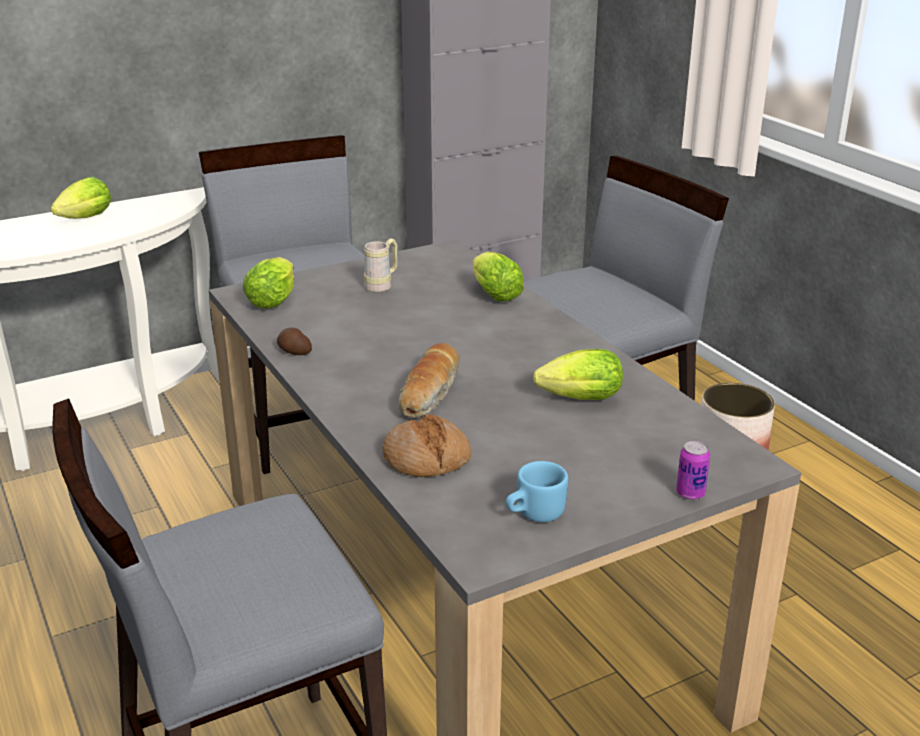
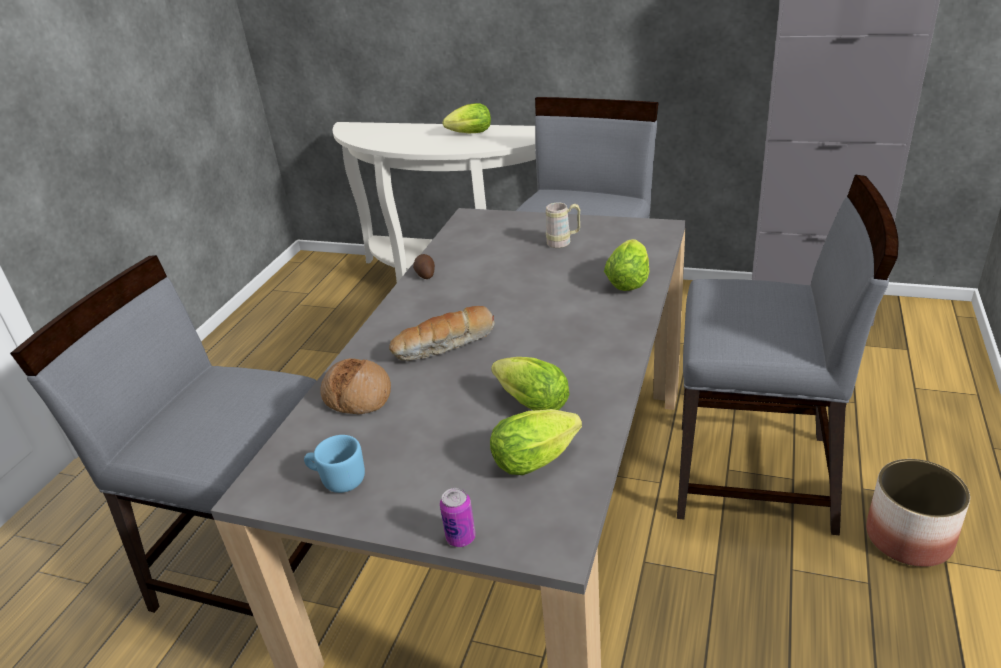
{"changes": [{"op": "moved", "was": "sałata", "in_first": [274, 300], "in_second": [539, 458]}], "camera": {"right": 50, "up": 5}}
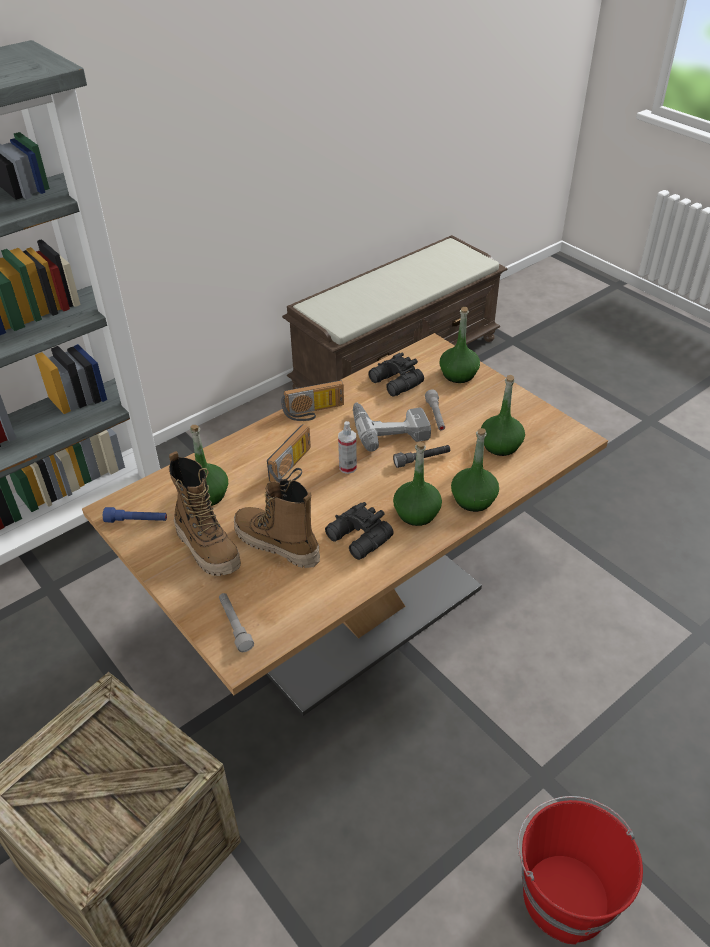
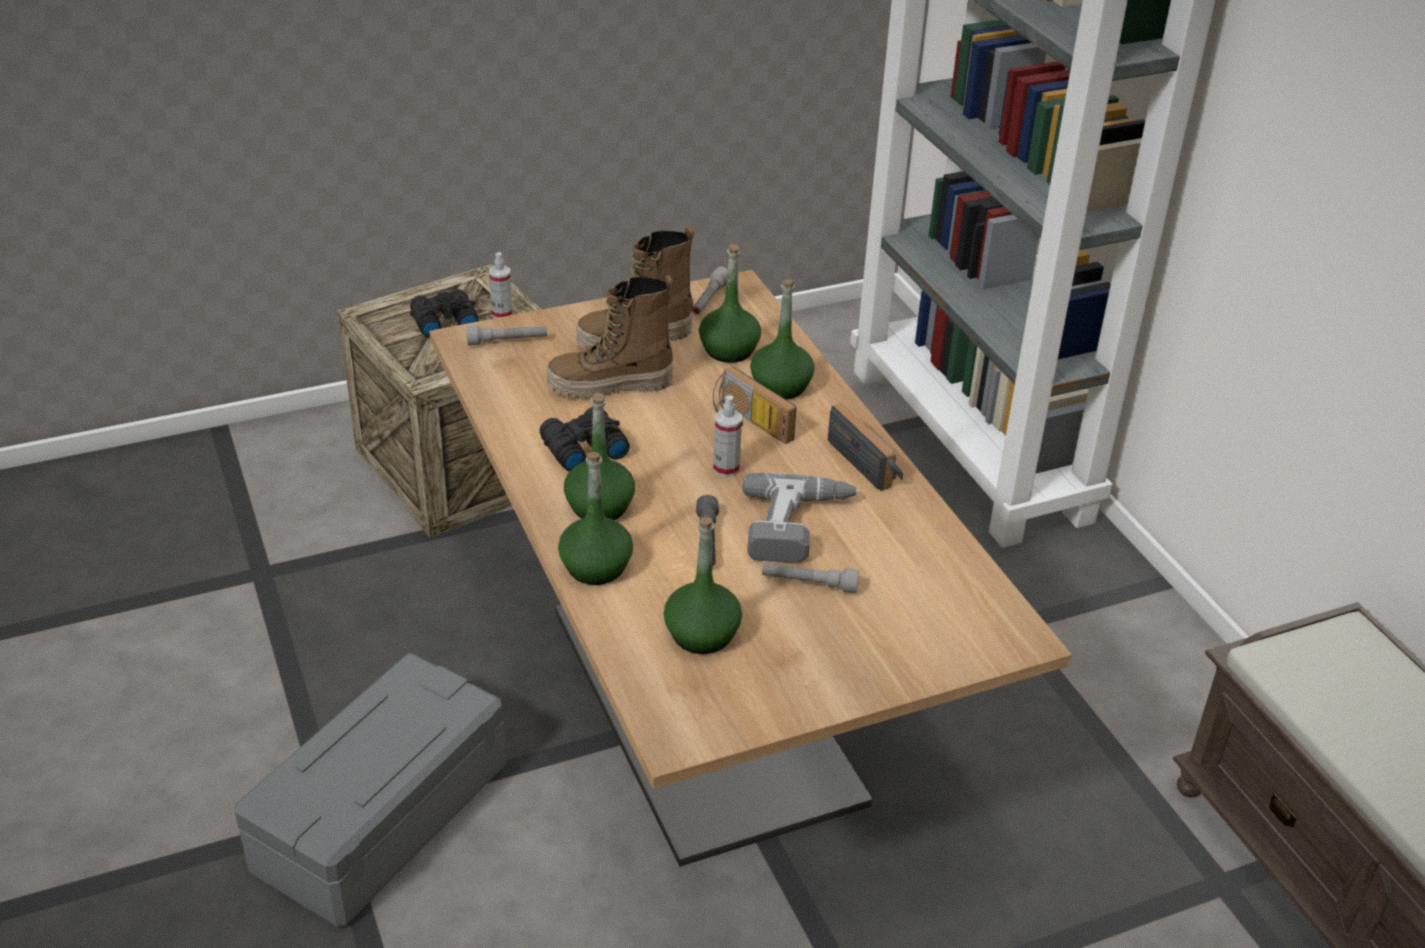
{"changes": [{"op": "recoloured", "was": "latarka (niebieski)", "now": "latarka (szary)", "in_first": [136, 521], "in_second": [709, 300]}, {"op": "turned", "was": "but z cholewką", "in_first": [276, 545], "in_second": [610, 386], "clockwise": -150}, {"op": "turned", "was": "radio", "in_first": [314, 412], "in_second": [868, 463], "clockwise": 150}, {"op": "moved", "was": "lornetka (czarny)", "in_first": [395, 383], "in_second": [443, 321]}, {"op": "moved", "was": "butelka (zielony)", "in_first": [458, 374], "in_second": [780, 386]}, {"op": "removed", "was": "wiadro (czerwony)", "in_first": [564, 895]}, {"op": "added", "now": "pojemnik do przechowywania (szary)", "in_second": [381, 814]}, {"op": "added", "now": "spryskiwacz", "in_second": [502, 314]}], "camera": {"right": 105, "up": -5}}
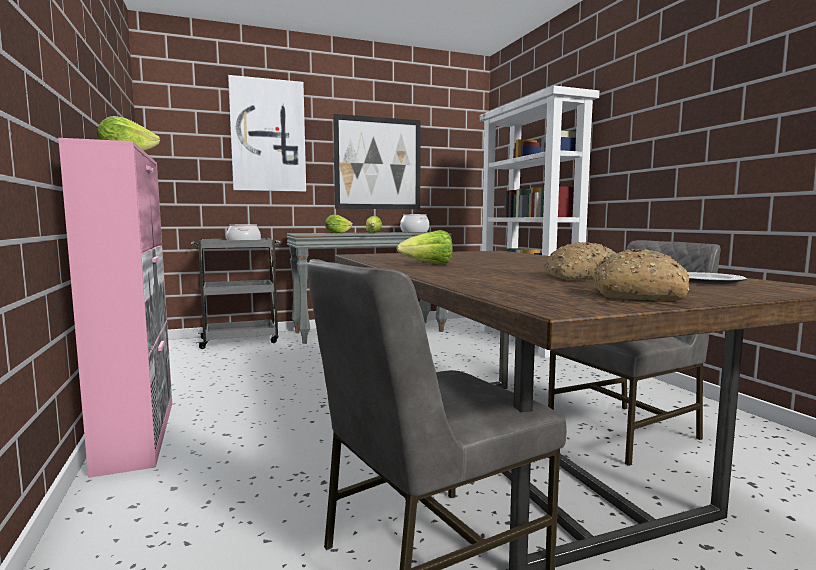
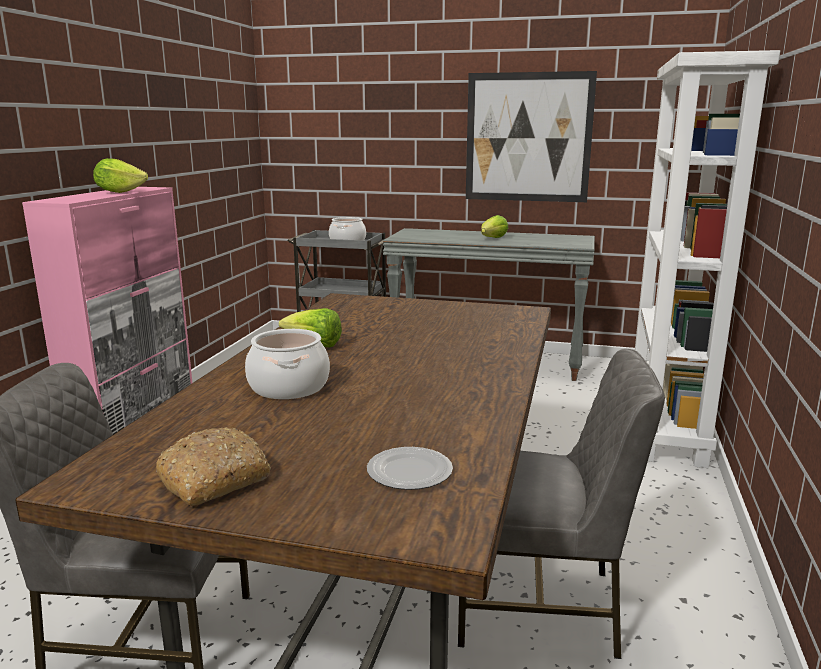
{"changes": [{"op": "removed", "was": "obraz", "in_first": [268, 136]}, {"op": "removed", "was": "sałata", "in_first": [337, 233]}, {"op": "moved", "was": "garnek", "in_first": [415, 232], "in_second": [289, 387]}, {"op": "removed", "was": "chleb", "in_first": [581, 277]}], "camera": {"right": 35, "up": 10}}
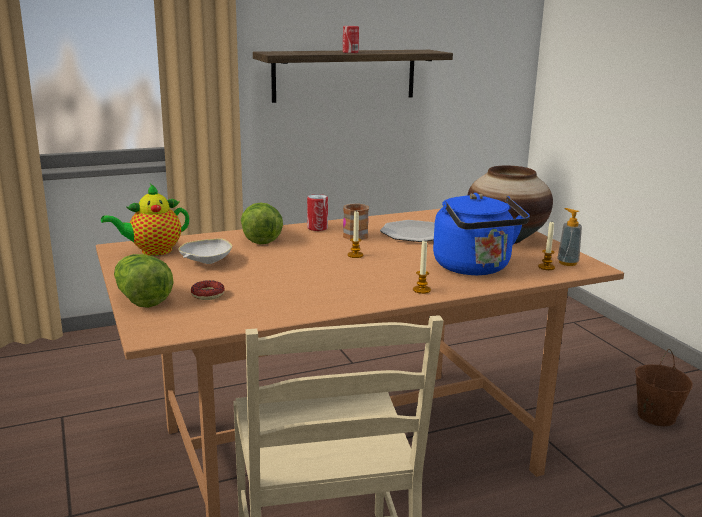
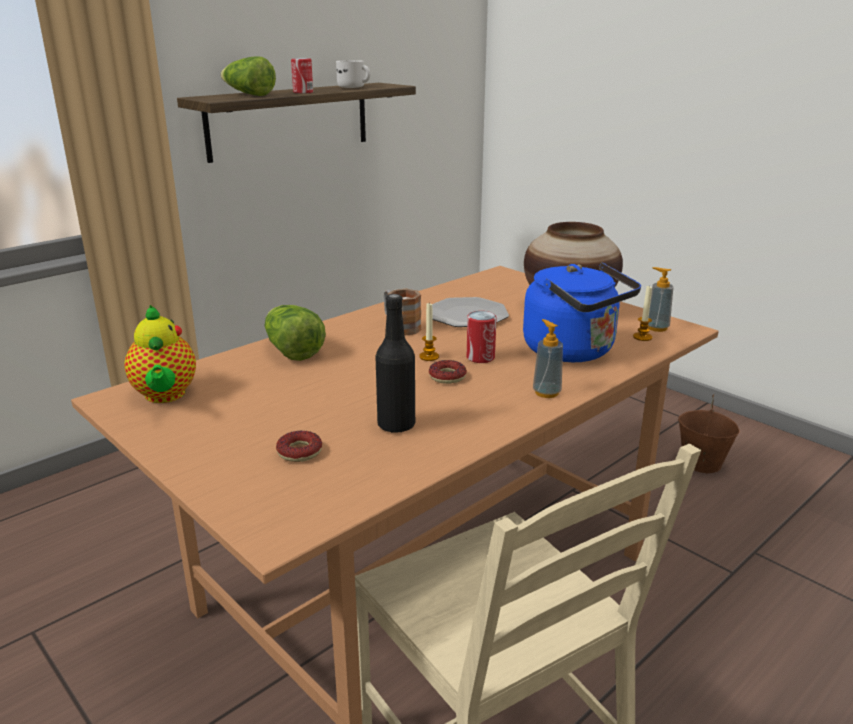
{"changes": [{"op": "turned", "was": "imbryk", "in_first": [152, 251], "in_second": [165, 396], "clockwise": -60}, {"op": "moved", "was": "sałata", "in_first": [141, 298], "in_second": [248, 95]}, {"op": "removed", "was": "miska (biały)", "in_first": [206, 262]}, {"op": "moved", "was": "puszka", "in_first": [317, 228], "in_second": [480, 357]}, {"op": "replaced", "was": "świeca", "now": "dozownik mydła", "in_first": [421, 290], "in_second": [546, 392]}, {"op": "added", "now": "kubek (biały)", "in_second": [354, 87]}, {"op": "added", "now": "butelka (czarny)", "in_second": [396, 425]}, {"op": "added", "now": "donut", "in_second": [447, 377]}], "camera": {"right": -20, "up": 5}}
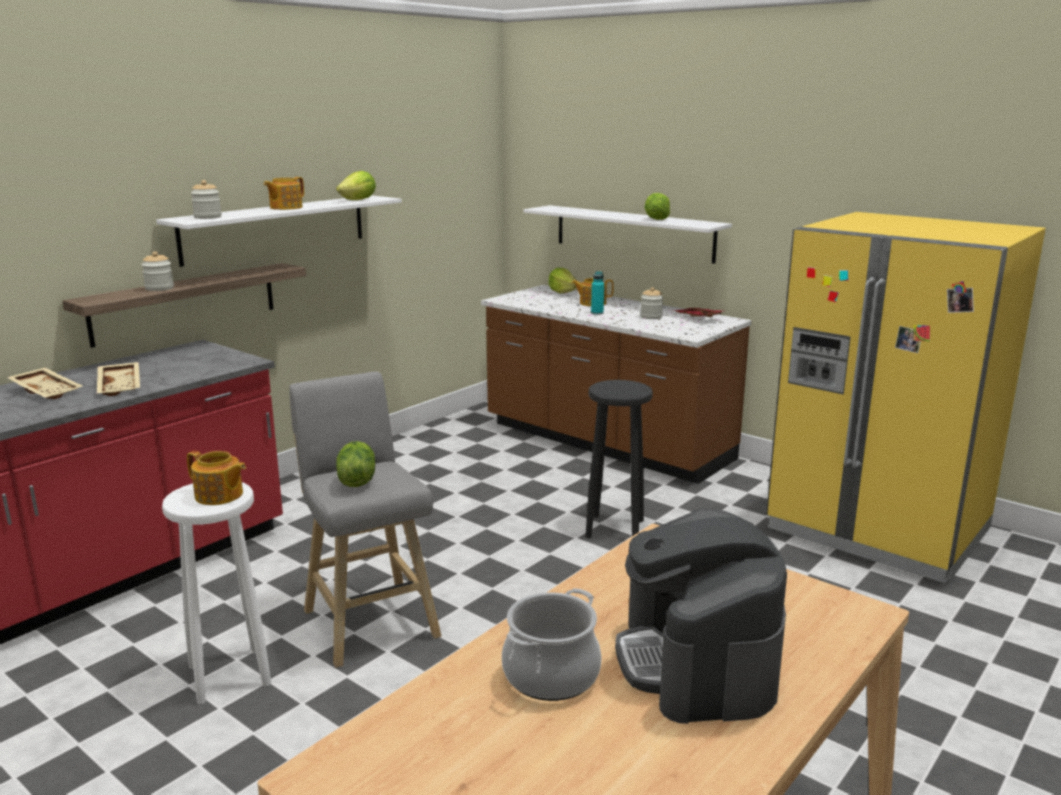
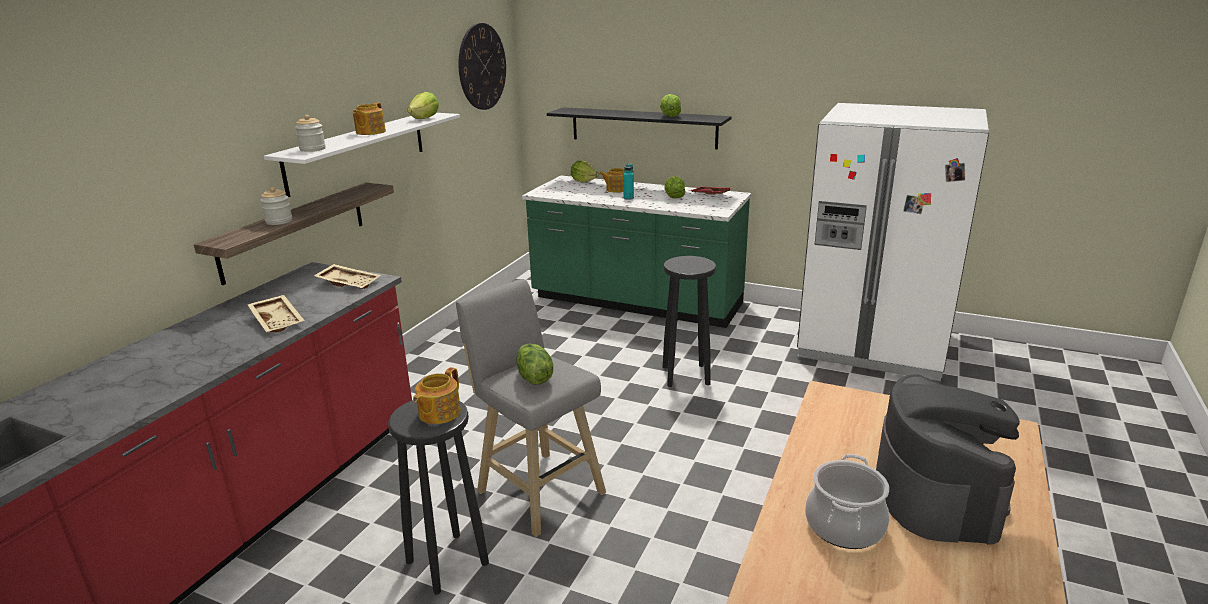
{"changes": [{"op": "moved", "was": "taca (beżowy)", "in_first": [48, 391], "in_second": [349, 283]}, {"op": "recoloured", "was": "stołek (biały)", "now": "stołek (czarny)", "in_first": [231, 674], "in_second": [448, 562]}, {"op": "turned", "was": "imbryk", "in_first": [219, 496], "in_second": [438, 413], "clockwise": 105}, {"op": "recoloured", "was": "zabudowa kuchenna (brązowy)", "now": "zabudowa kuchenna (zielony)", "in_first": [606, 442], "in_second": [636, 302]}, {"op": "recoloured", "was": "półka (biały)", "now": "półka (czarny)", "in_first": [633, 233], "in_second": [643, 127]}, {"op": "turned", "was": "ekspres do kawy", "in_first": [697, 663], "in_second": [936, 493], "clockwise": -150}, {"op": "replaced", "was": "słoik", "now": "sałata", "in_first": [651, 317], "in_second": [674, 197]}, {"op": "recoloured", "was": "lodówka (żółty)", "now": "lodówka (biały)", "in_first": [877, 529], "in_second": [872, 346]}, {"op": "added", "now": "zegar ścienny", "in_second": [482, 67]}], "camera": {"right": -15, "up": 5}}
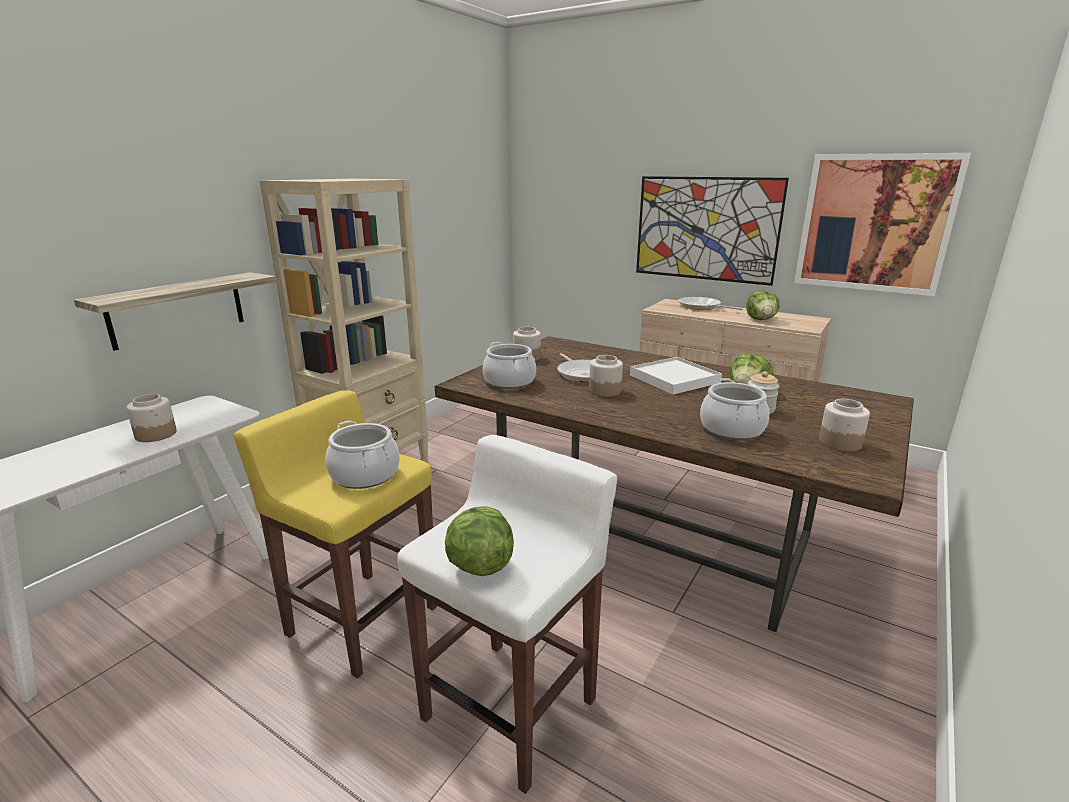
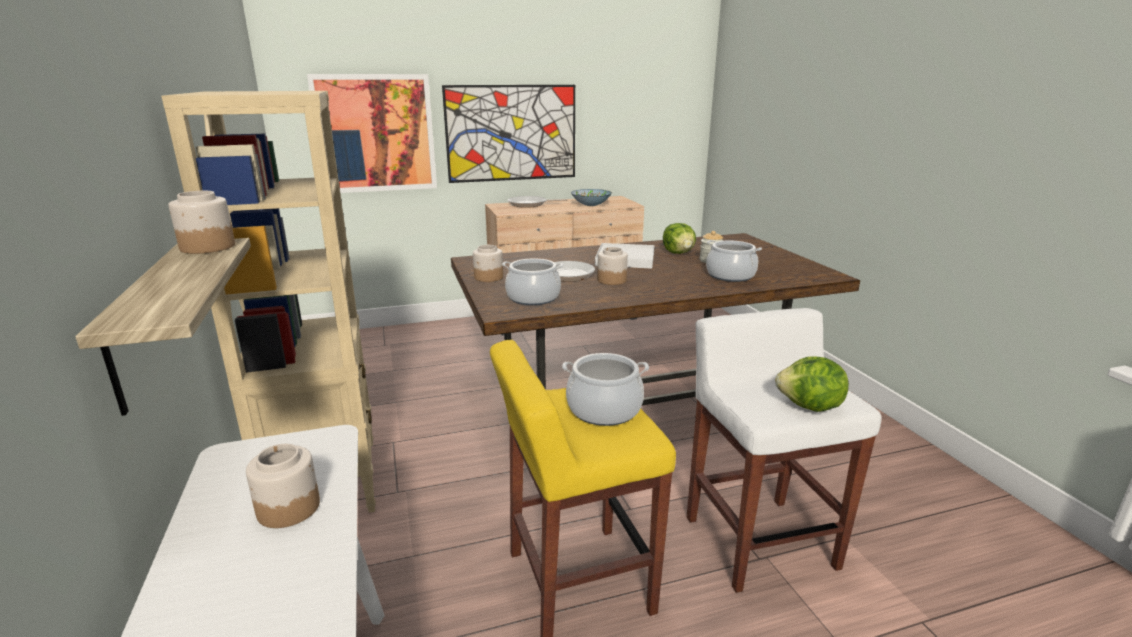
{"changes": [{"op": "replaced", "was": "sałata", "now": "miska", "in_first": [761, 319], "in_second": [591, 205]}, {"op": "moved", "was": "obraz", "in_first": [874, 223], "in_second": [375, 134]}, {"op": "moved", "was": "słoik", "in_first": [839, 442], "in_second": [207, 247]}], "camera": {"right": -50, "up": 0}}
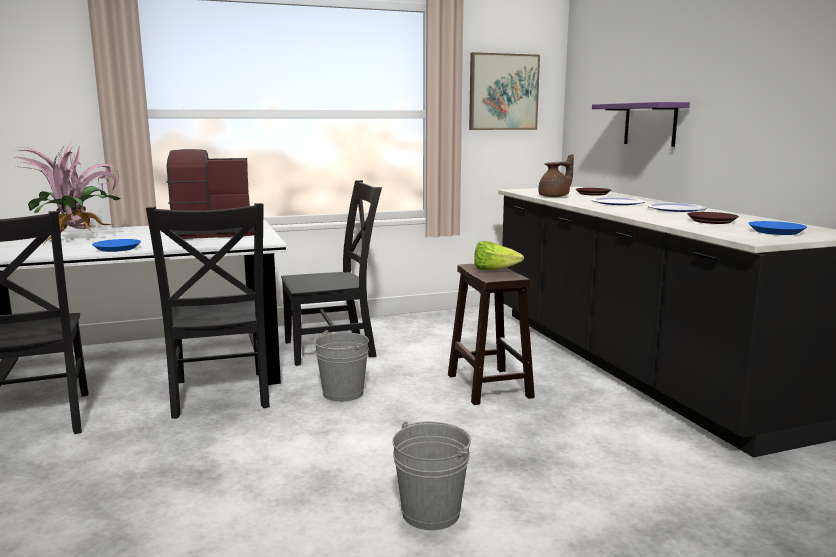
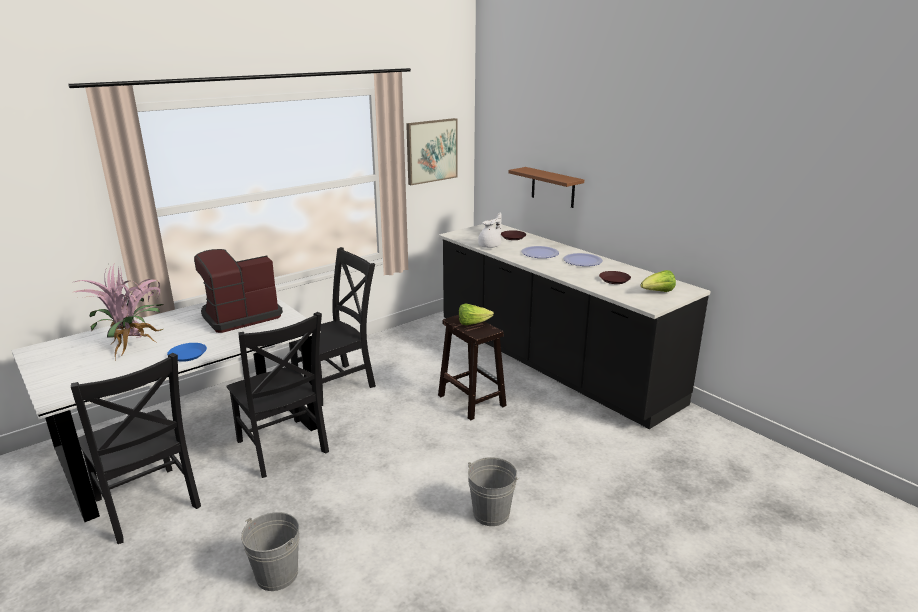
{"changes": [{"op": "moved", "was": "wiadro (szary)", "in_first": [343, 393], "in_second": [277, 574]}, {"op": "recoloured", "was": "imbryk (brązowy)", "now": "imbryk (biały)", "in_first": [555, 196], "in_second": [490, 246]}, {"op": "recoloured", "was": "półka (fioletowy)", "now": "półka (brązowy)", "in_first": [650, 124], "in_second": [553, 187]}, {"op": "replaced", "was": "talerz (niebieski)", "now": "sałata", "in_first": [777, 232], "in_second": [657, 292]}], "camera": {"right": -20, "up": 10}}
